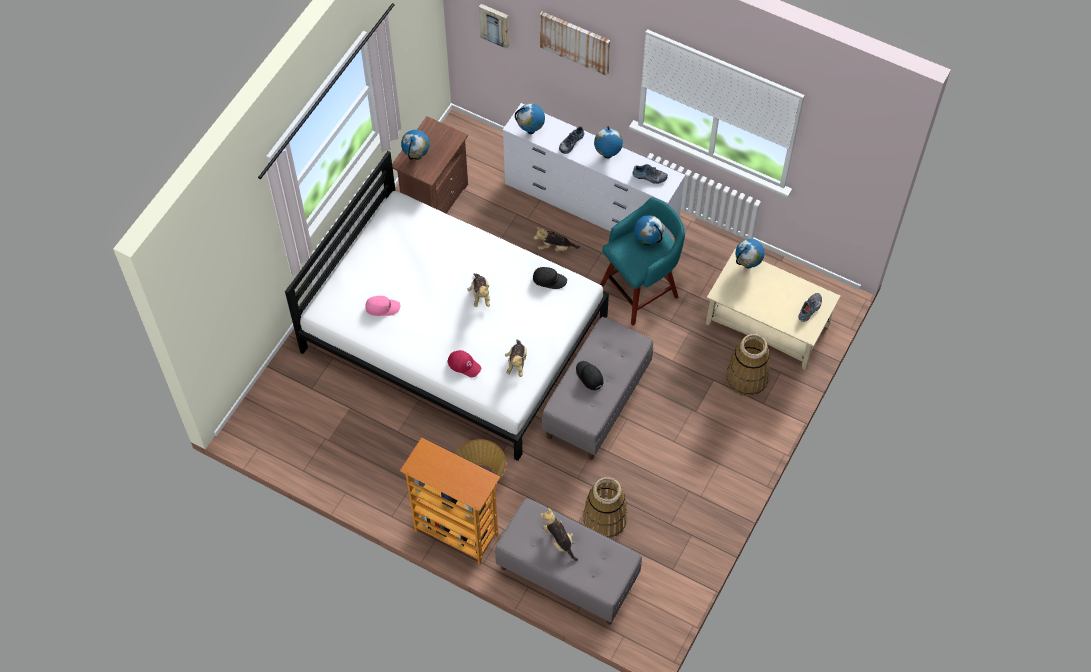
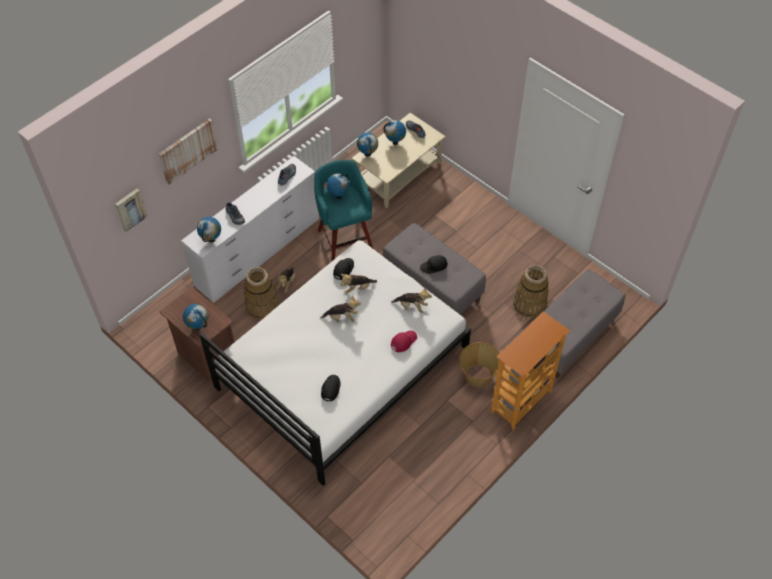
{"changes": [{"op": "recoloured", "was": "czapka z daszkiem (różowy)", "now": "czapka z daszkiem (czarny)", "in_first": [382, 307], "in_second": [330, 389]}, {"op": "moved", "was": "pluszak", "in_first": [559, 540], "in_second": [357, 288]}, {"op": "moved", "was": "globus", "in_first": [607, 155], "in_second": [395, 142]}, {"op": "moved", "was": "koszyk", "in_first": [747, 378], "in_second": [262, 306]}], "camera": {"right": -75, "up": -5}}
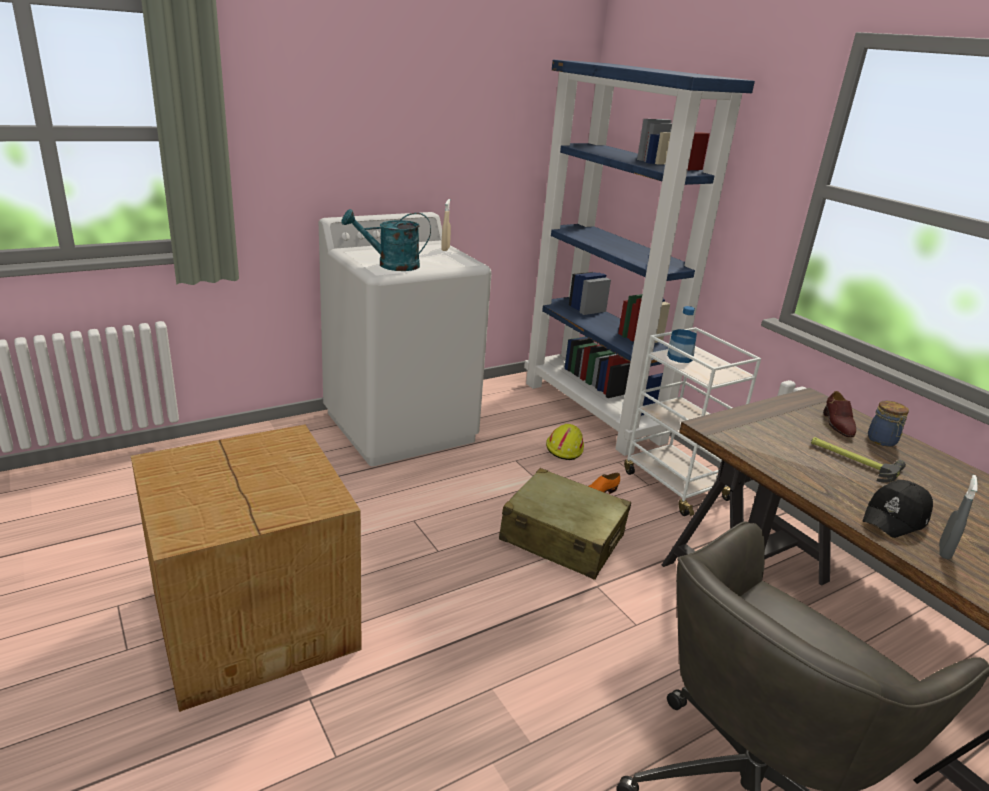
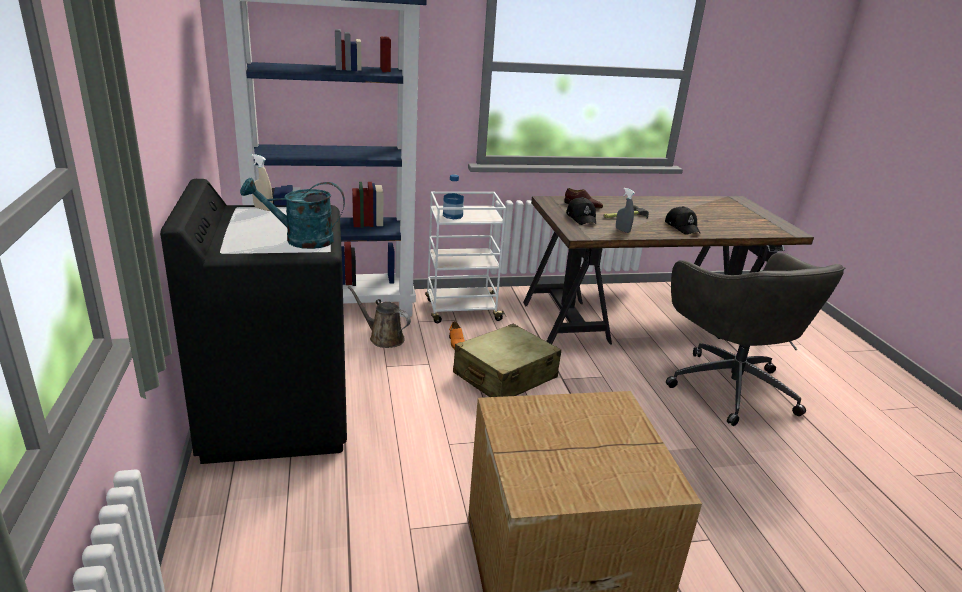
{"changes": [{"op": "recoloured", "was": "pralka (biały)", "now": "pralka (czarny)", "in_first": [401, 426], "in_second": [276, 416]}, {"op": "turned", "was": "konewka (turkusowy)", "in_first": [390, 265], "in_second": [300, 240], "clockwise": 75}, {"op": "replaced", "was": "kask (żółty)", "now": "konewka (brązowy)", "in_first": [564, 448], "in_second": [383, 338]}, {"op": "removed", "was": "słoik", "in_first": [882, 441]}, {"op": "moved", "was": "spryskiwacz (szary)", "in_first": [944, 551], "in_second": [622, 230]}, {"op": "added", "now": "czapka z daszkiem (czarny)", "in_second": [581, 218]}], "camera": {"right": -70, "up": 0}}
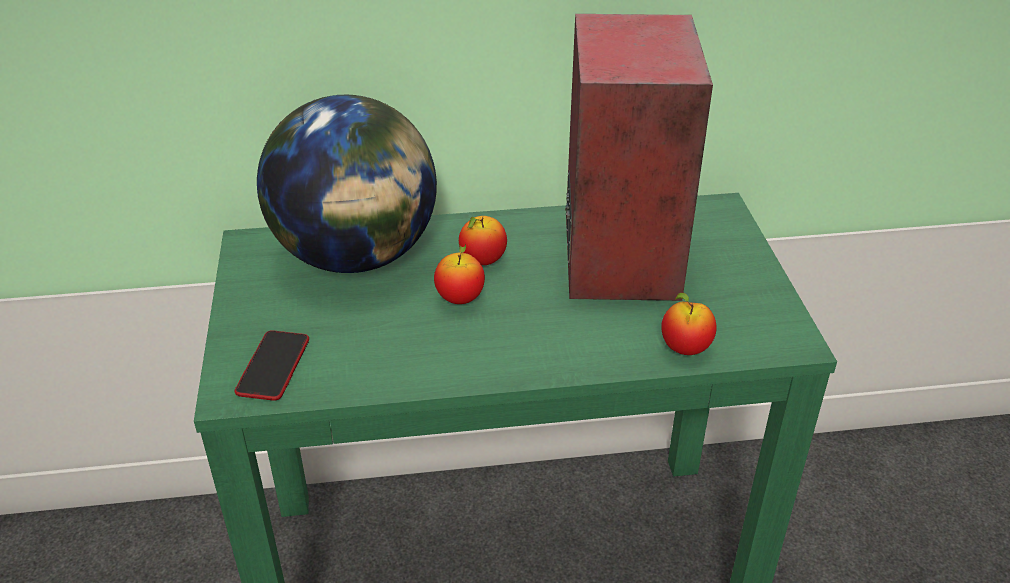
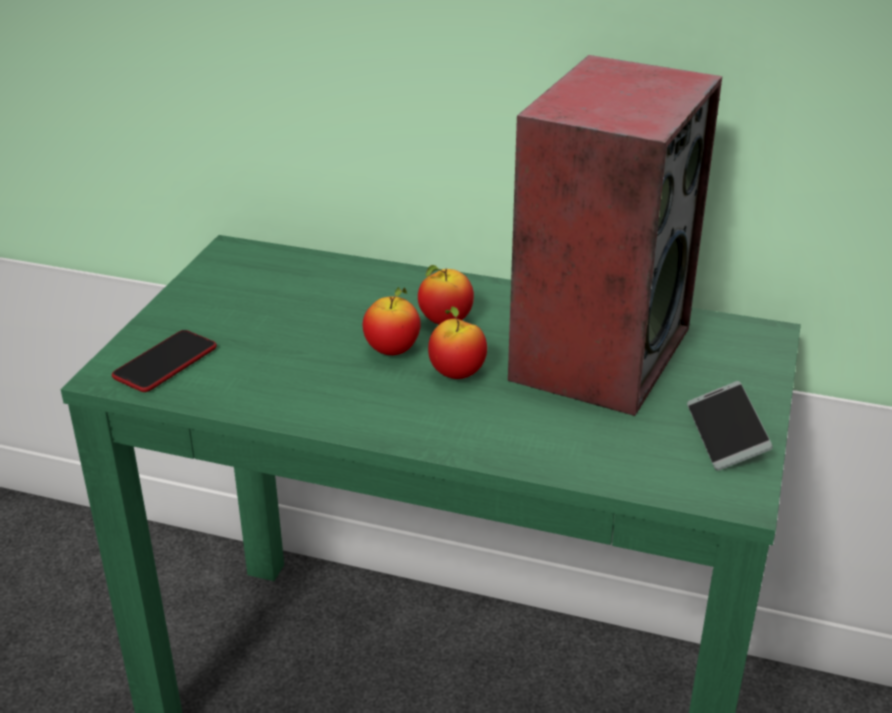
{"changes": [{"op": "removed", "was": "globus", "in_first": [357, 256]}, {"op": "moved", "was": "jabłko", "in_first": [685, 348], "in_second": [457, 374]}, {"op": "added", "now": "telefon", "in_second": [726, 435]}], "camera": {"right": 25, "up": -5}}
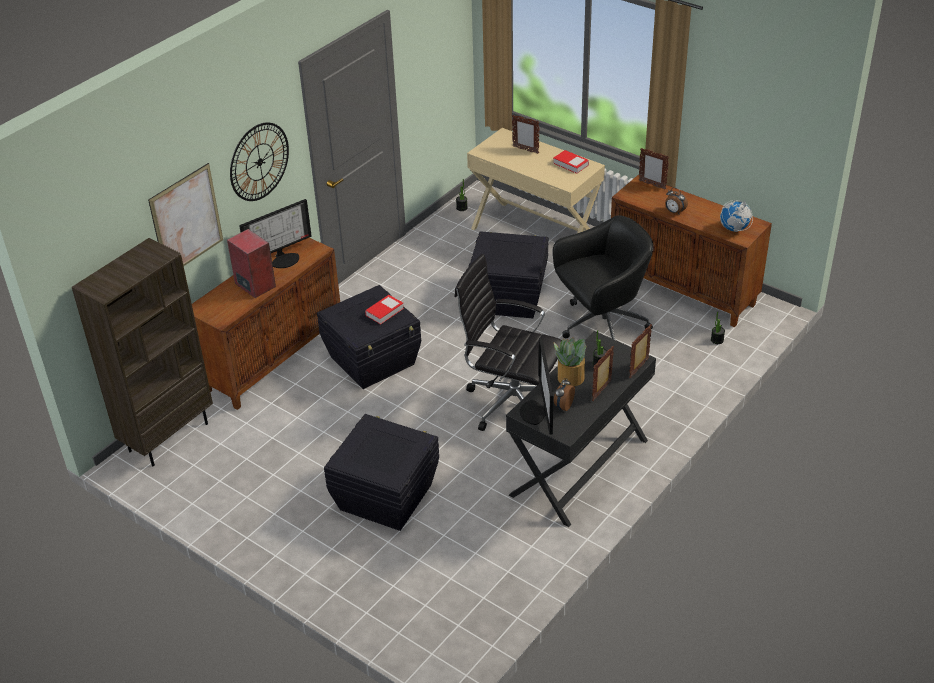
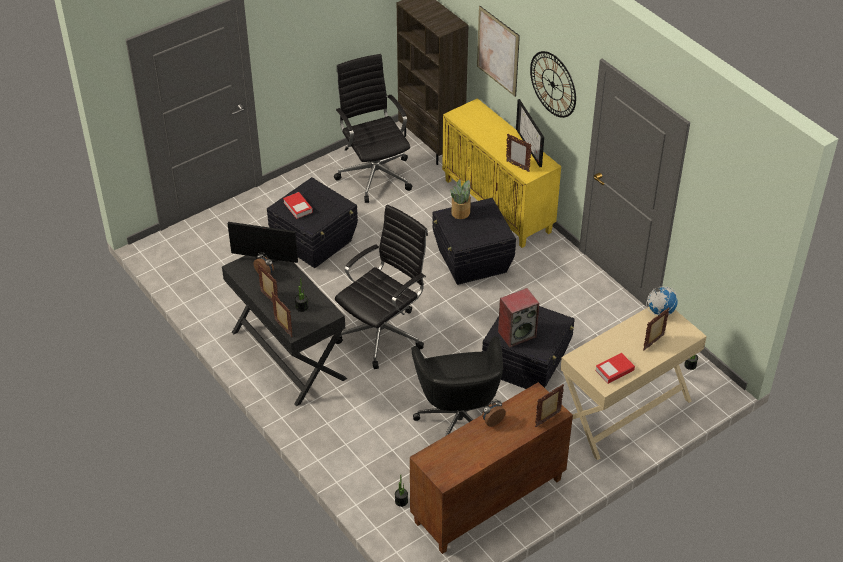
{"changes": [{"op": "recoloured", "was": "szafka (brązowy)", "now": "szafka (żółty)", "in_first": [273, 359], "in_second": [498, 206]}, {"op": "moved", "was": "głośnik", "in_first": [254, 285], "in_second": [517, 334]}, {"op": "moved", "was": "książka", "in_first": [384, 312], "in_second": [298, 207]}, {"op": "moved", "was": "roślina doniczkowa", "in_first": [570, 378], "in_second": [461, 212]}, {"op": "moved", "was": "globus", "in_first": [734, 229], "in_second": [660, 311]}, {"op": "added", "now": "krzesło biurowe (czarny)", "in_second": [374, 174]}, {"op": "added", "now": "ramka na zdjęcie", "in_second": [517, 166]}], "camera": {"right": 105, "up": 5}}
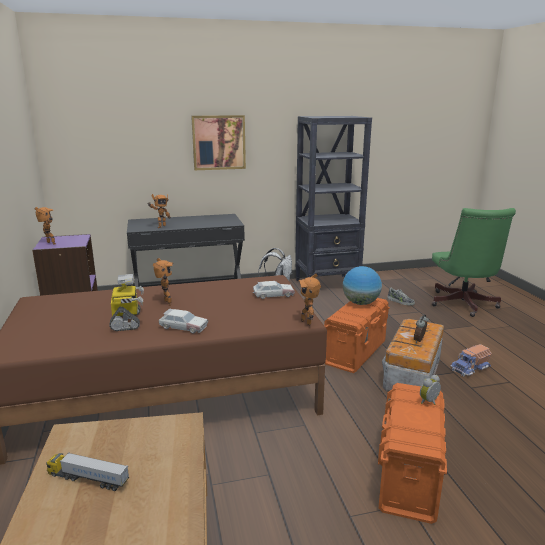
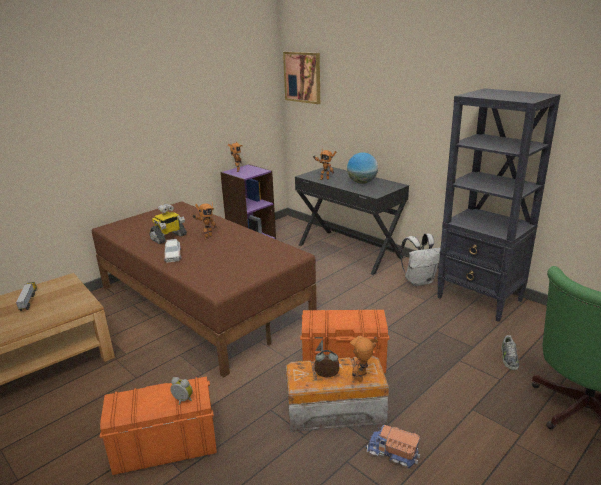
{"changes": [{"op": "moved", "was": "obraz", "in_first": [218, 142], "in_second": [302, 77]}, {"op": "removed", "was": "samochodzik", "in_first": [273, 295]}, {"op": "moved", "was": "robot zabawkowy", "in_first": [307, 322], "in_second": [364, 378]}, {"op": "moved", "was": "globus", "in_first": [360, 303], "in_second": [362, 183]}], "camera": {"right": 60, "up": 5}}
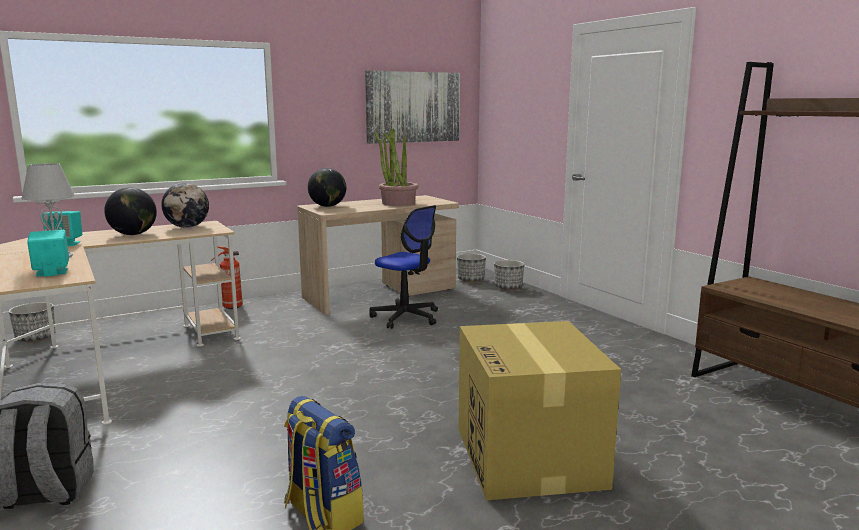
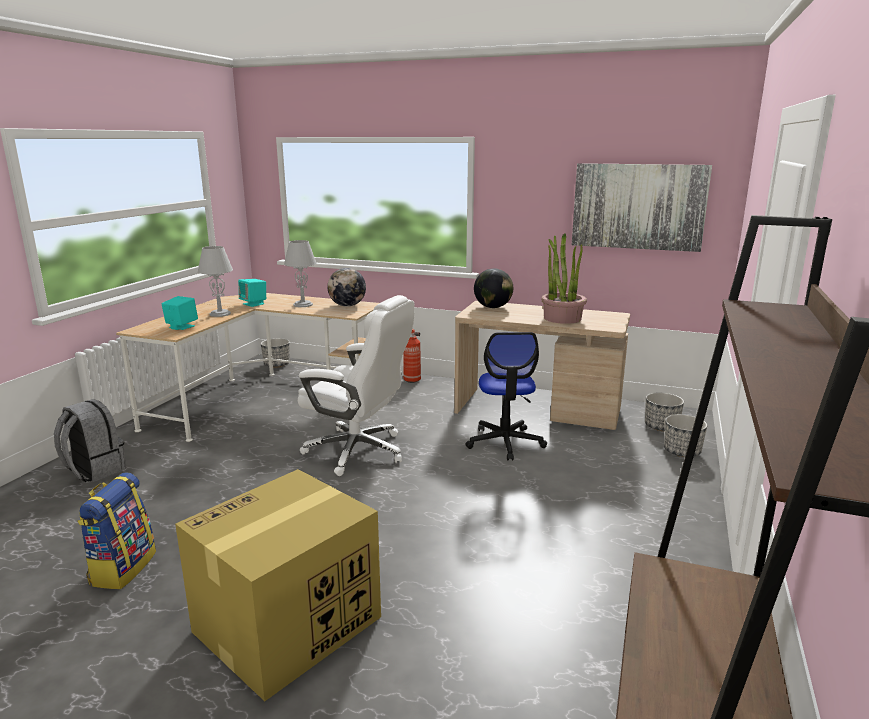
{"changes": [{"op": "replaced", "was": "globus", "now": "lampa stołowa (szary)", "in_first": [133, 234], "in_second": [303, 304]}, {"op": "added", "now": "krzesło biurowe (biały)", "in_second": [358, 451]}], "camera": {"right": 50, "up": 5}}
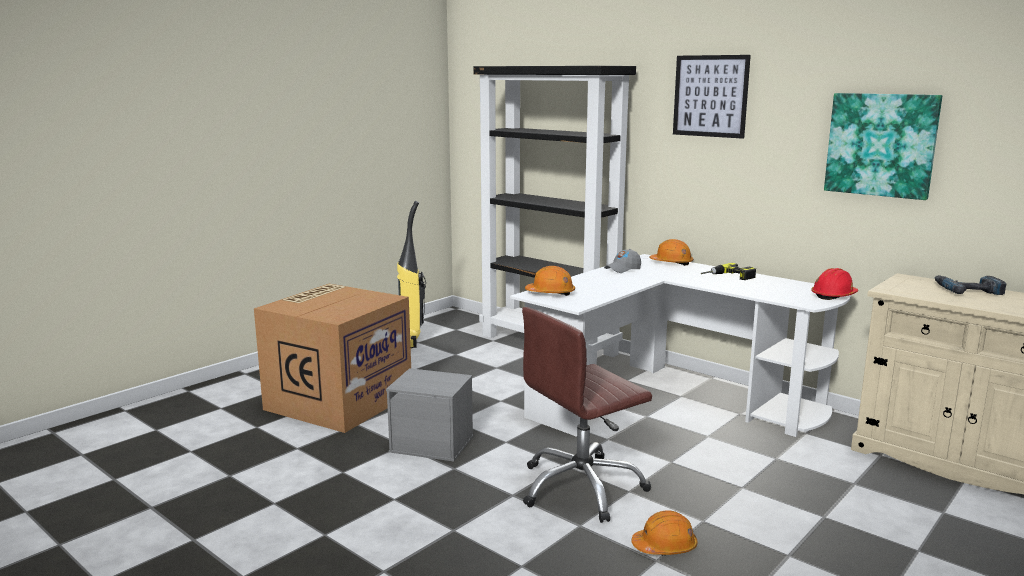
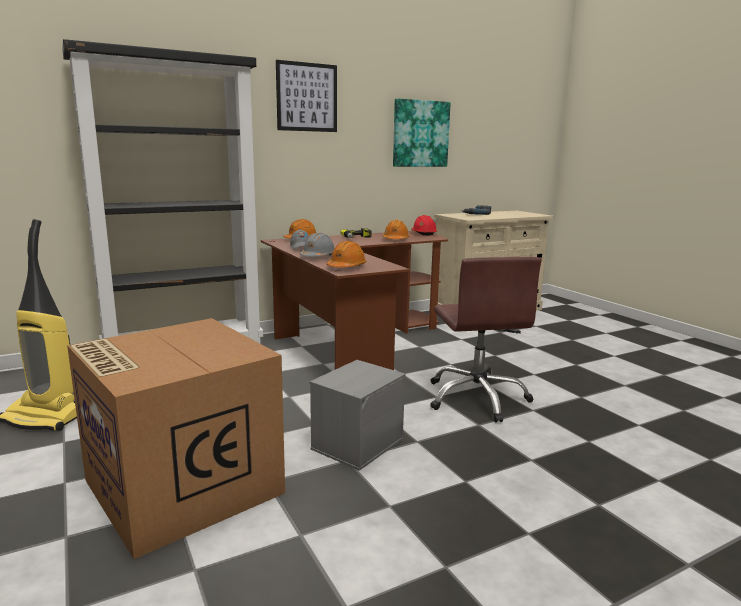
{"changes": [{"op": "recoloured", "was": "biurko (biały)", "now": "biurko (brązowy)", "in_first": [671, 400], "in_second": [353, 342]}, {"op": "moved", "was": "kask (pomarańczowy)", "in_first": [665, 546], "in_second": [395, 240]}, {"op": "added", "now": "kask (szary)", "in_second": [318, 257]}], "camera": {"right": -70, "up": 0}}
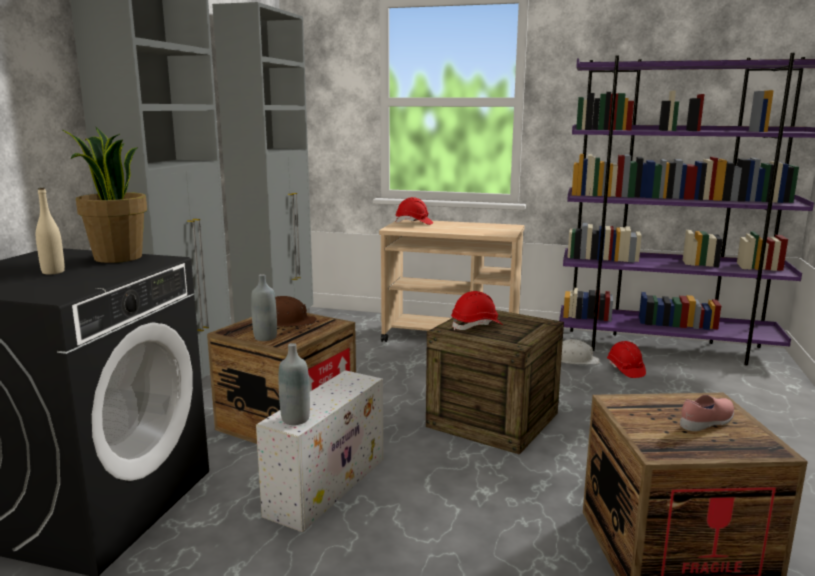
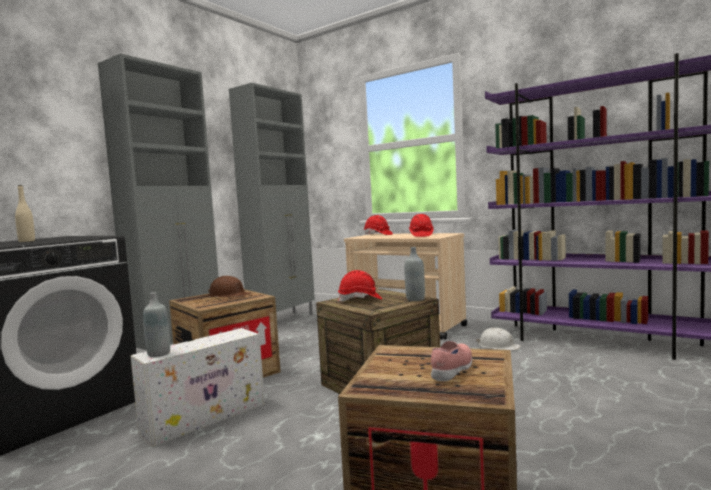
{"changes": [{"op": "removed", "was": "roślina doniczkowa", "in_first": [117, 258]}, {"op": "moved", "was": "butelka (szary)", "in_first": [265, 337], "in_second": [415, 299]}, {"op": "moved", "was": "kask (czerwony)", "in_first": [625, 370], "in_second": [421, 235]}, {"op": "turned", "was": "but (różowy)", "in_first": [707, 423], "in_second": [453, 370], "clockwise": -45}], "camera": {"right": 20, "up": -10}}
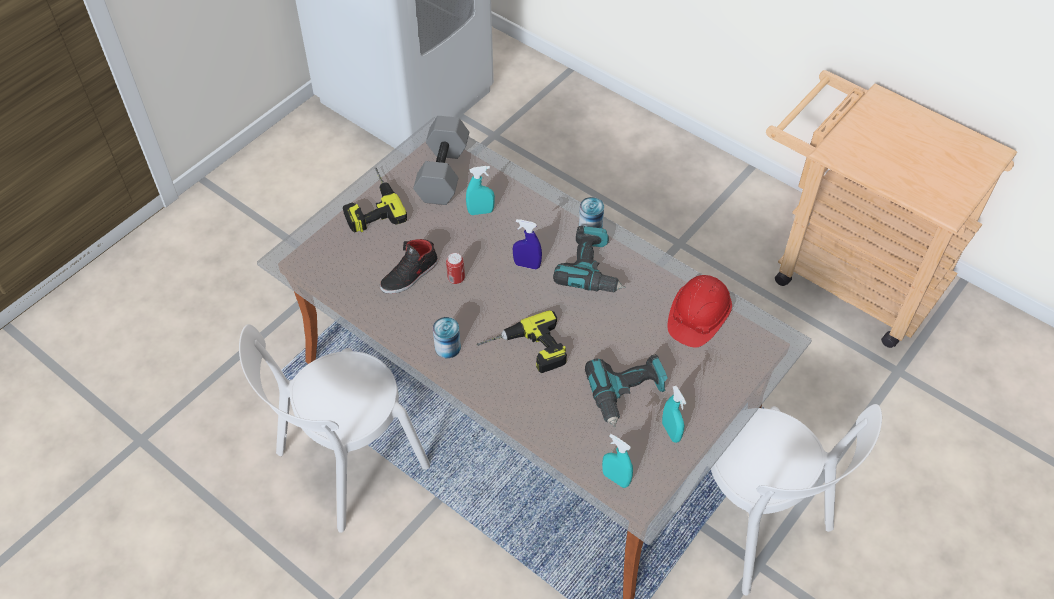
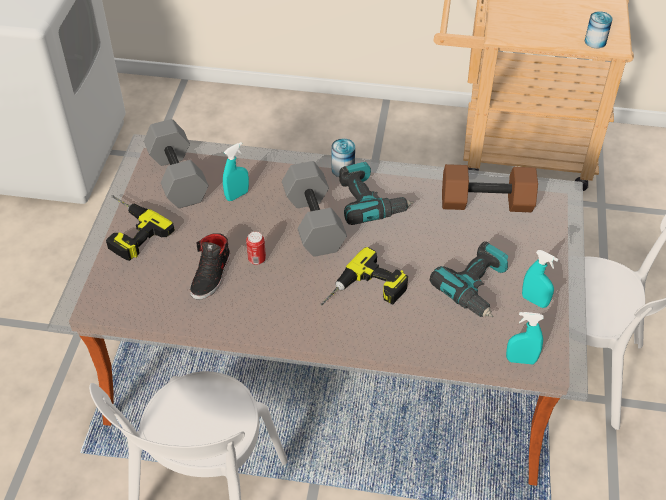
{"changes": [{"op": "moved", "was": "puszka", "in_first": [447, 347], "in_second": [595, 41]}, {"op": "replaced", "was": "spryskiwacz (niebieski)", "now": "hantel (szary)", "in_first": [527, 265], "in_second": [312, 222]}, {"op": "replaced", "was": "kask (czerwony)", "now": "hantel (brązowy)", "in_first": [697, 318], "in_second": [485, 203]}], "camera": {"right": -30, "up": -5}}
